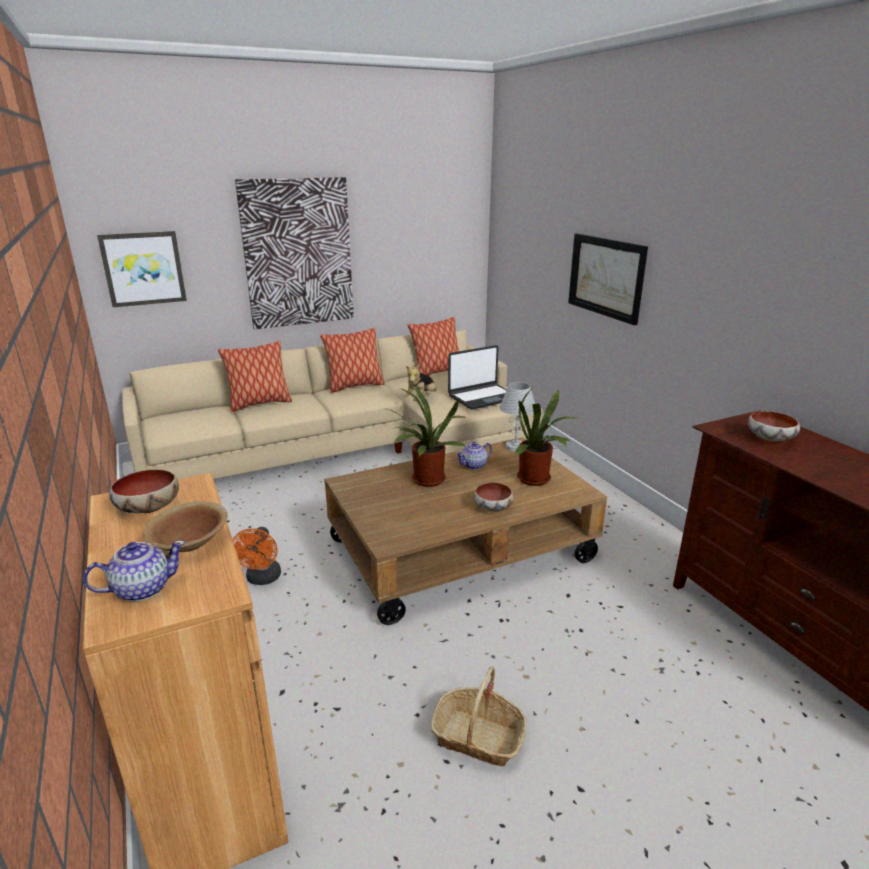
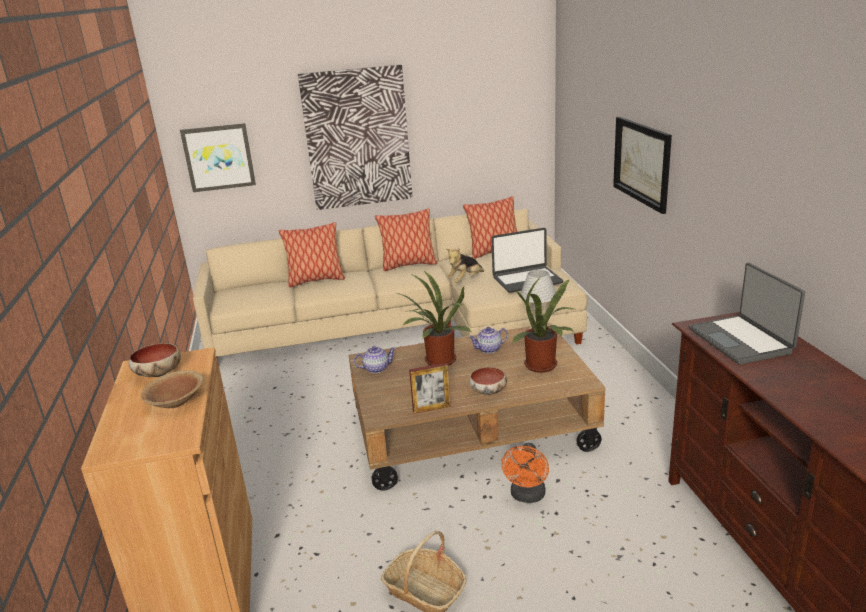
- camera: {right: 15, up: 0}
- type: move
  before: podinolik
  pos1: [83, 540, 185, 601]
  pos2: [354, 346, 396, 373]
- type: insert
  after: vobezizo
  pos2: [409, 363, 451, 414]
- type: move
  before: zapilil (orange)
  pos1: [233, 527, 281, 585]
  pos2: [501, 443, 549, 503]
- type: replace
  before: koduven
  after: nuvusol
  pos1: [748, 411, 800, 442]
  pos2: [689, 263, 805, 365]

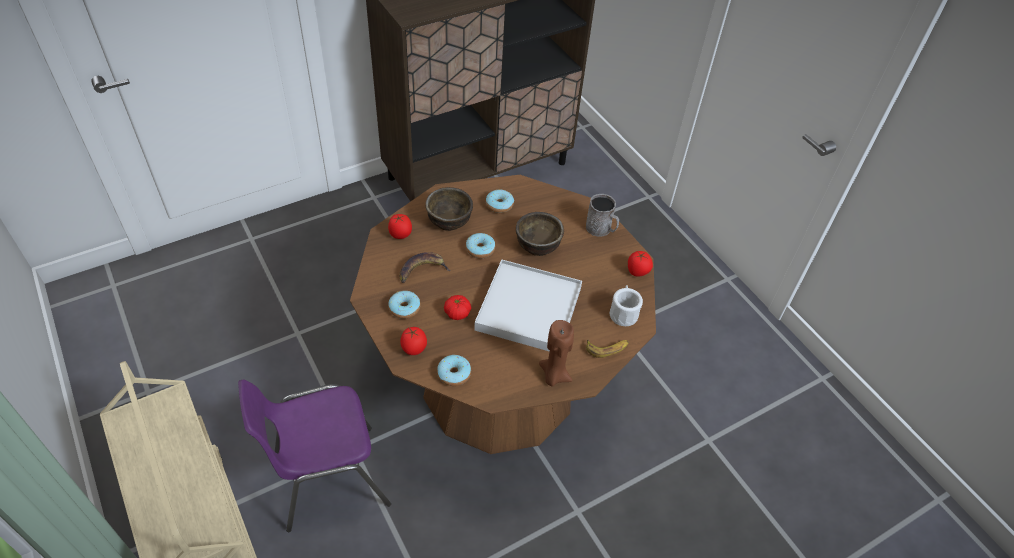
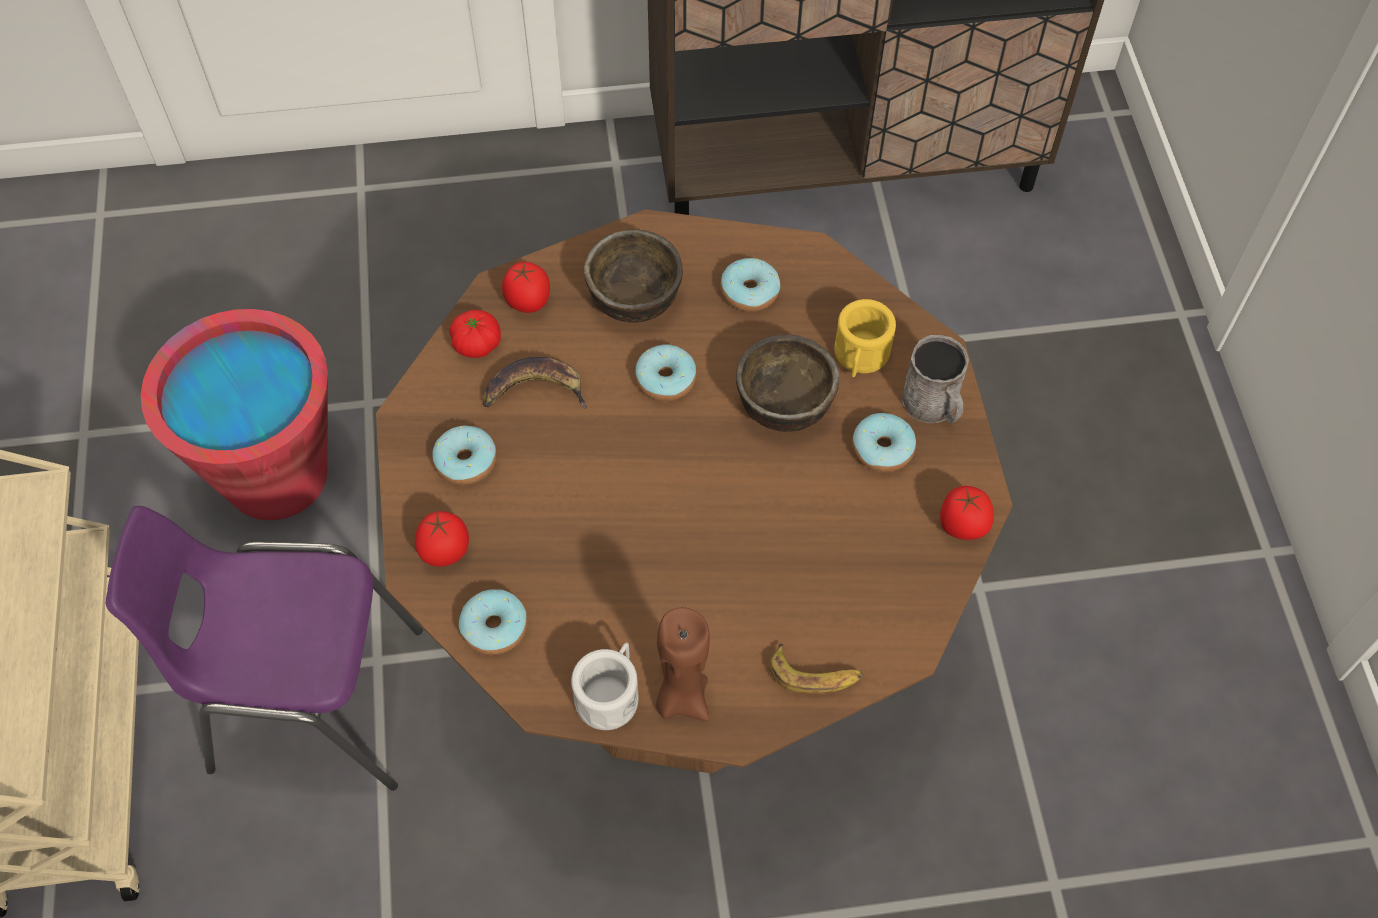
- camera: {right: 25, up: 10}
- type: insert
  after: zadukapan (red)
  pos2: [141, 309, 328, 520]
- type: move
  before: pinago
  pos1: [444, 295, 471, 320]
  pos2: [449, 310, 501, 358]
- type: move
  before: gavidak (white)
  pos1: [610, 285, 643, 326]
  pos2: [571, 643, 638, 730]
- type: insert
  after: gavidak (yellow)
  pos2: [834, 299, 896, 377]
- type: insert
  after: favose
  pos2: [852, 413, 916, 472]
- type: delete
  before: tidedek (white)
  pos1: [474, 259, 582, 352]

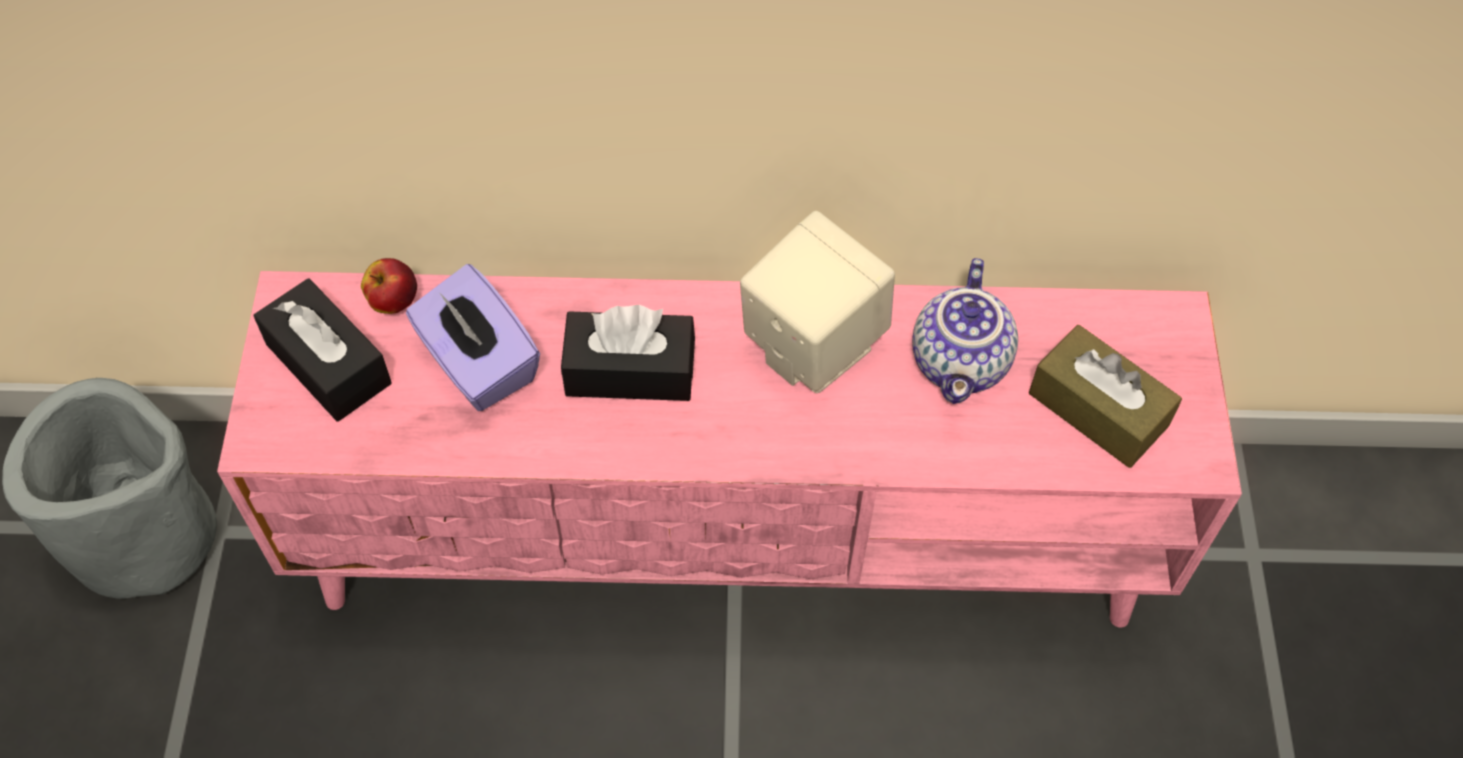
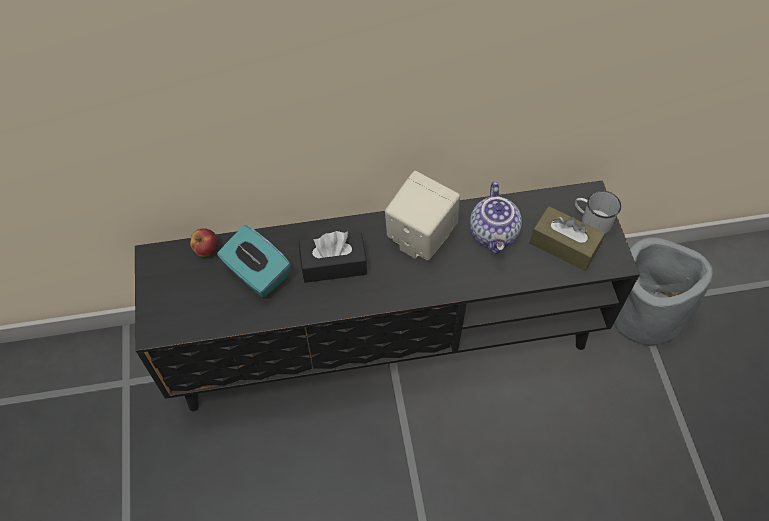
- camera: {right: -10, up: 0}
- type: recolor
  before: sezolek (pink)
  after: sezolek (black)
  pos1: [217, 271, 1242, 628]
  pos2: [135, 180, 640, 411]
- type: recolor
  before: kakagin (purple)
  after: kakagin (turquoise)
  pos1: [406, 264, 540, 411]
  pos2: [217, 225, 291, 298]
- type: insert
  after: gavidak (white)
  pos2: [575, 190, 621, 234]
- type: move
  before: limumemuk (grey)
  pos1: [2, 378, 217, 599]
  pos2: [614, 237, 713, 346]
- type: delete
  before: kakagin (black)
  pos1: [253, 278, 392, 421]

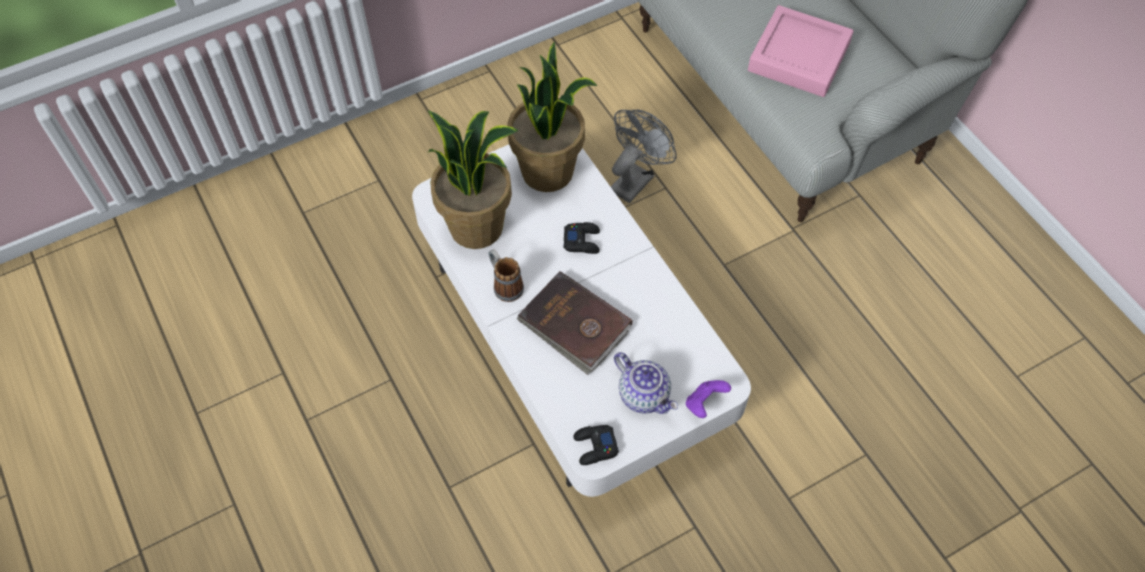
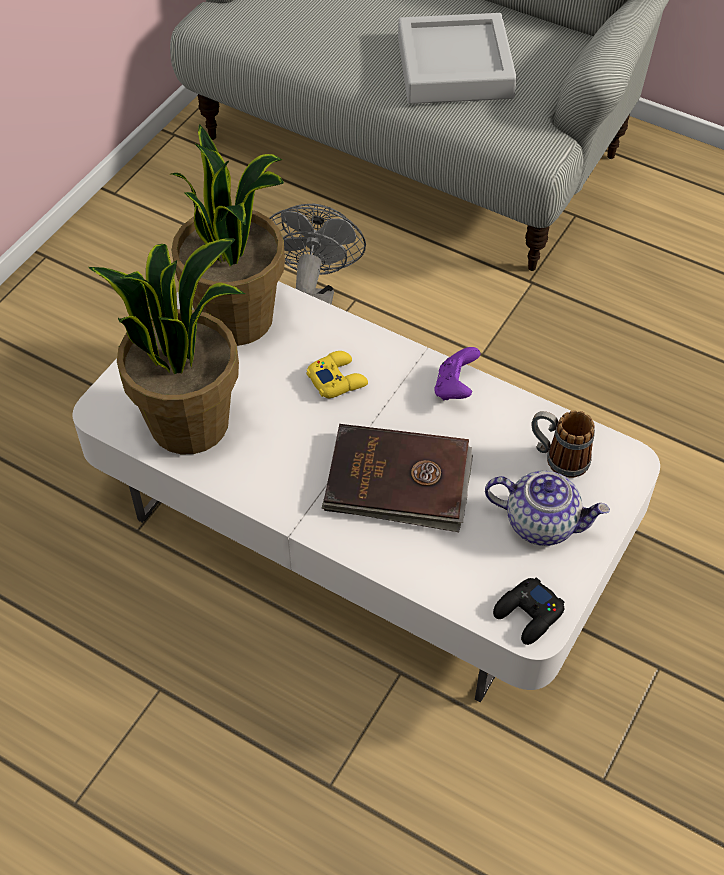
- camera: {right: -30, up: -5}
- type: recolor
  before: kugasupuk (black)
  after: kugasupuk (yellow)
  pos1: [564, 222, 600, 254]
  pos2: [306, 351, 368, 398]
- type: recolor
  before: tidedek (pink)
  after: tidedek (grey)
  pos1: [748, 5, 854, 97]
  pos2: [398, 13, 517, 104]
- type: move
  before: kugasupuk (purple)
  pos1: [686, 380, 731, 418]
  pos2: [434, 347, 480, 400]
- type: move
  before: gavidak
  pos1: [489, 249, 524, 302]
  pos2: [532, 410, 595, 478]

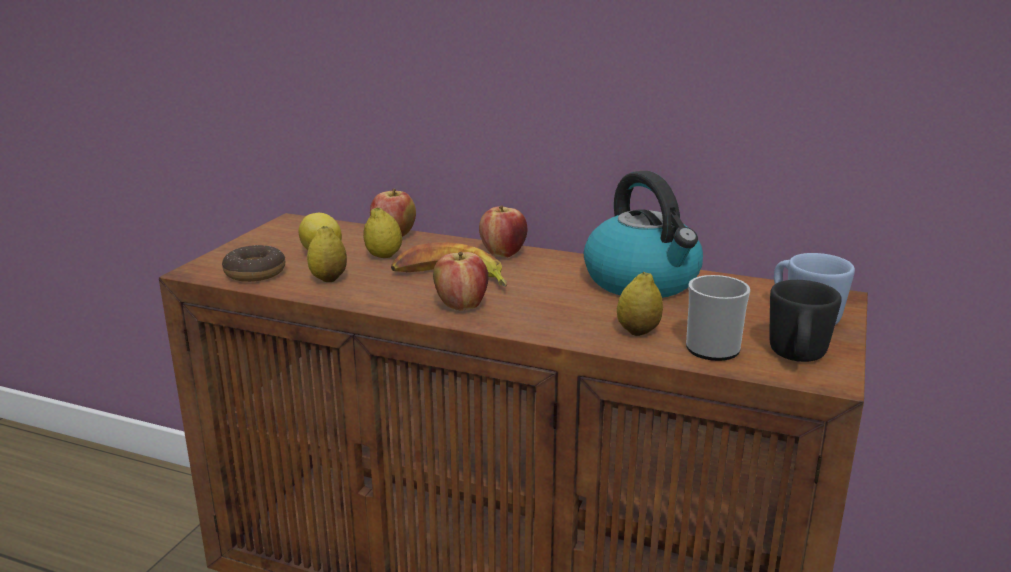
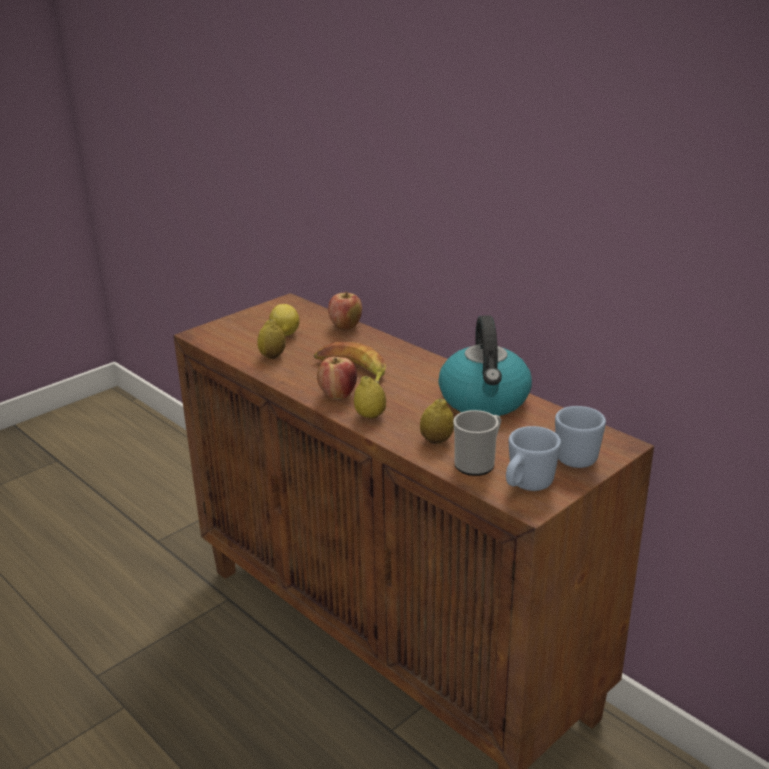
- camera: {right: 25, up: 5}
- type: move
  before: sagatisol
  pos1: [363, 208, 402, 258]
  pos2: [354, 376, 386, 419]
- type: recolor
  before: gavidak (black)
  after: gavidak (blue)
  pos1: [769, 280, 842, 362]
  pos2: [506, 426, 561, 491]
- type: delete
  before: favose
  pos1: [222, 245, 285, 282]
- type: delete
  before: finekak
  pos1: [479, 205, 527, 258]

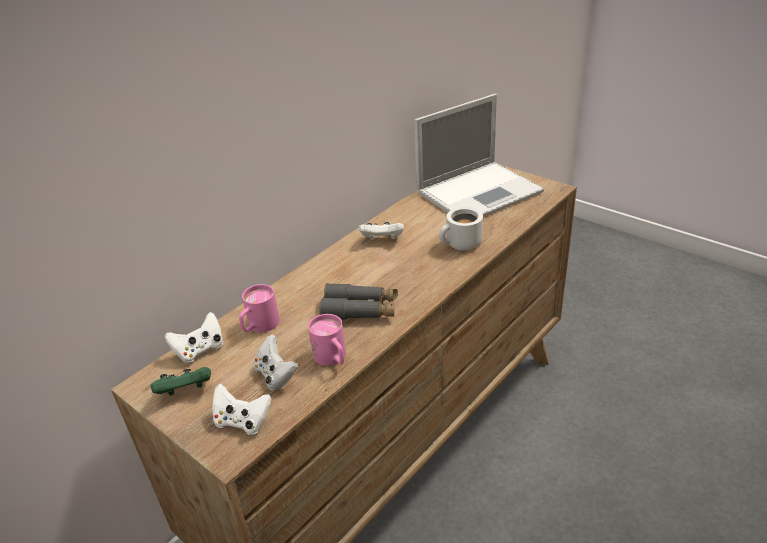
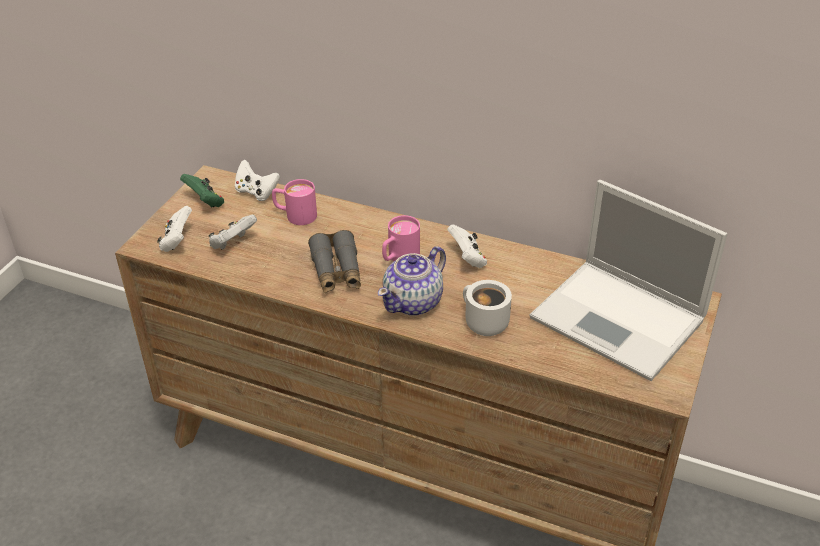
- camera: {right: 70, up: 5}
- type: insert
  after: podinolik
  pos2: [378, 246, 446, 316]
- type: move
  before: gavidak (pink)
  pos1: [308, 314, 346, 366]
  pos2: [382, 215, 420, 261]

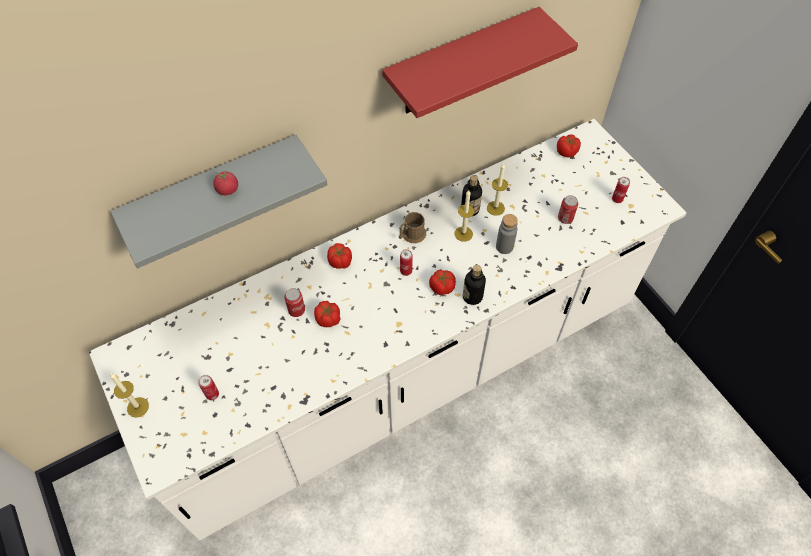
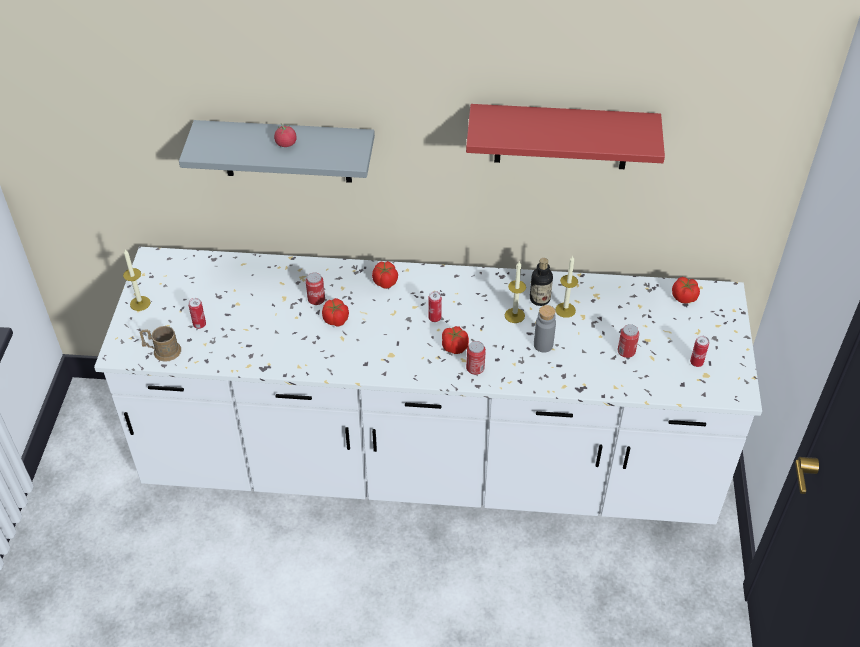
- camera: {right: 35, up: -10}
- type: move
  before: gavidak (brown)
  pos1: [399, 212, 426, 243]
  pos2: [140, 326, 181, 362]
- type: replace
  before: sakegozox
  after: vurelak
  pos1: [463, 265, 486, 305]
  pos2: [466, 341, 486, 375]

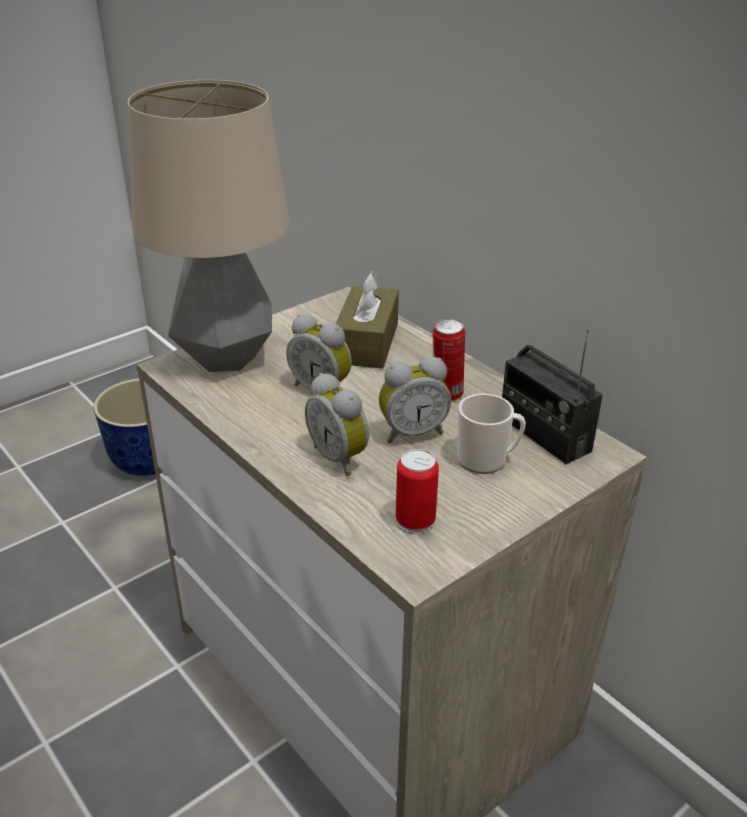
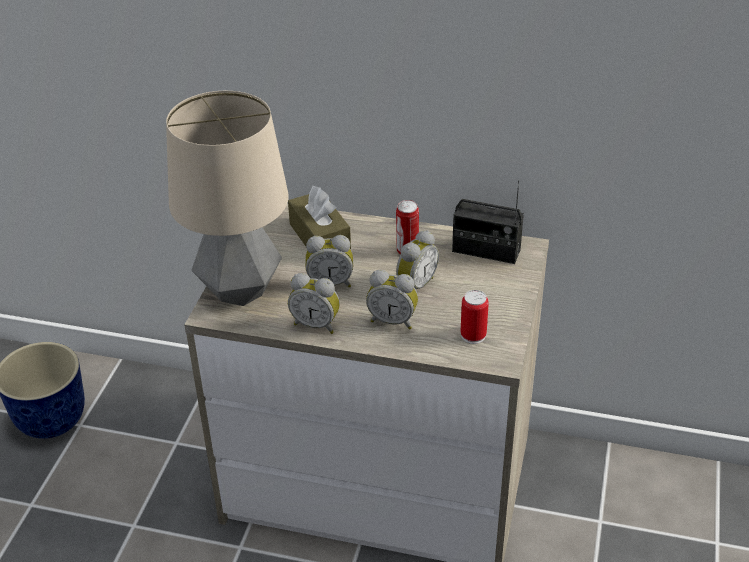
- camera: {right: -35, up: 5}
- type: insert
  after: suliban
  pos2: [288, 273, 340, 334]
- type: delete
  before: gavidak
  pos1: [457, 394, 526, 474]

